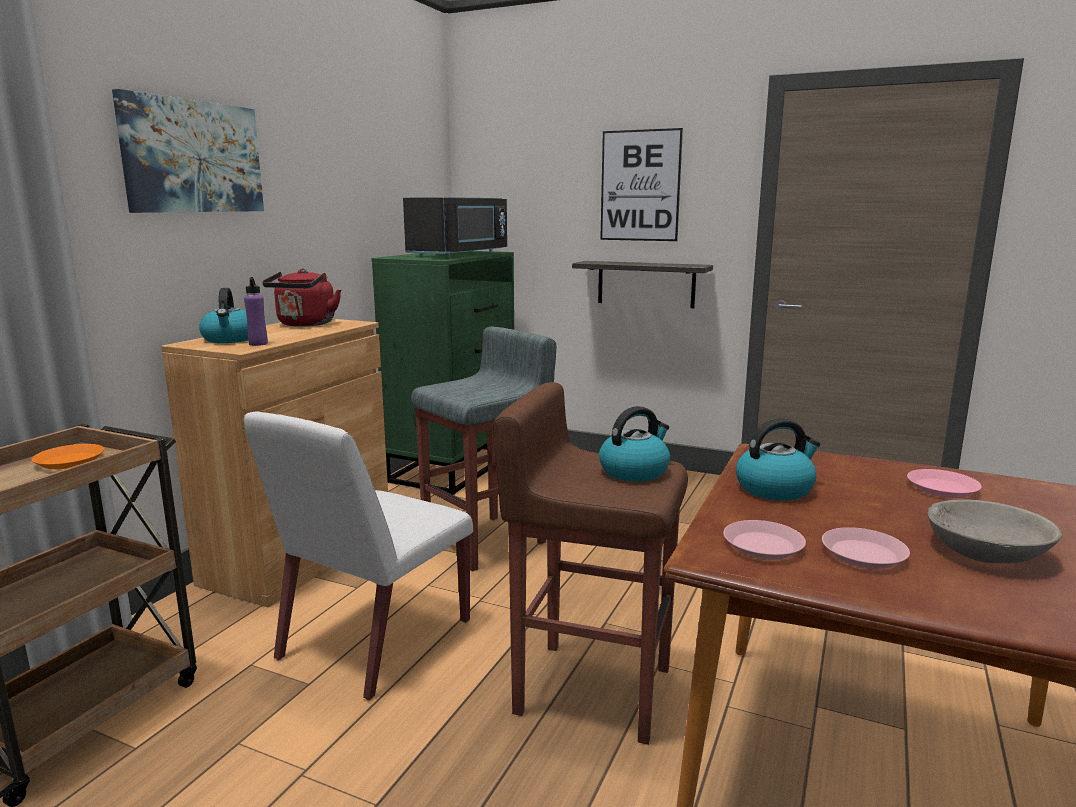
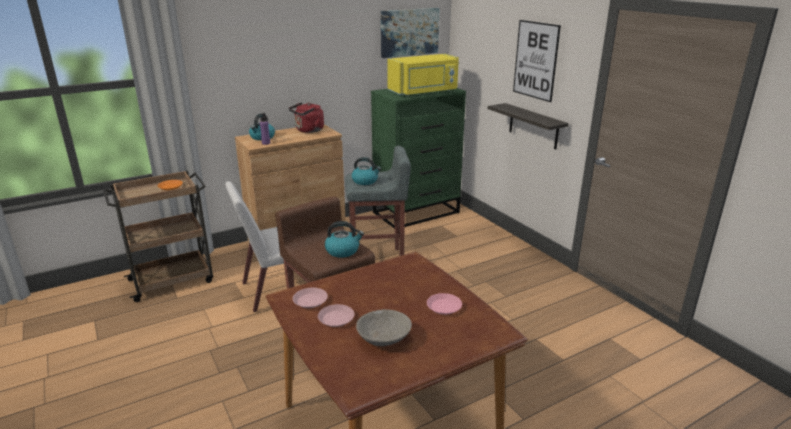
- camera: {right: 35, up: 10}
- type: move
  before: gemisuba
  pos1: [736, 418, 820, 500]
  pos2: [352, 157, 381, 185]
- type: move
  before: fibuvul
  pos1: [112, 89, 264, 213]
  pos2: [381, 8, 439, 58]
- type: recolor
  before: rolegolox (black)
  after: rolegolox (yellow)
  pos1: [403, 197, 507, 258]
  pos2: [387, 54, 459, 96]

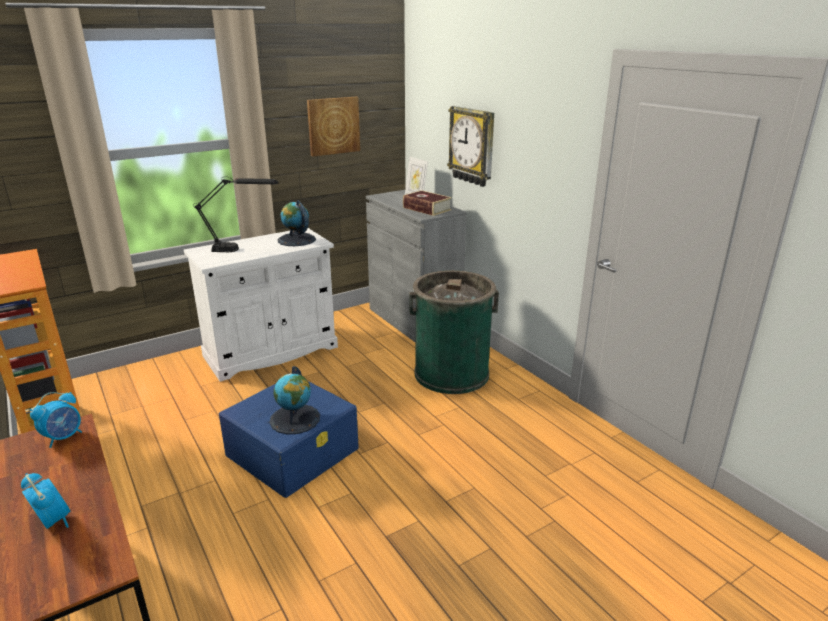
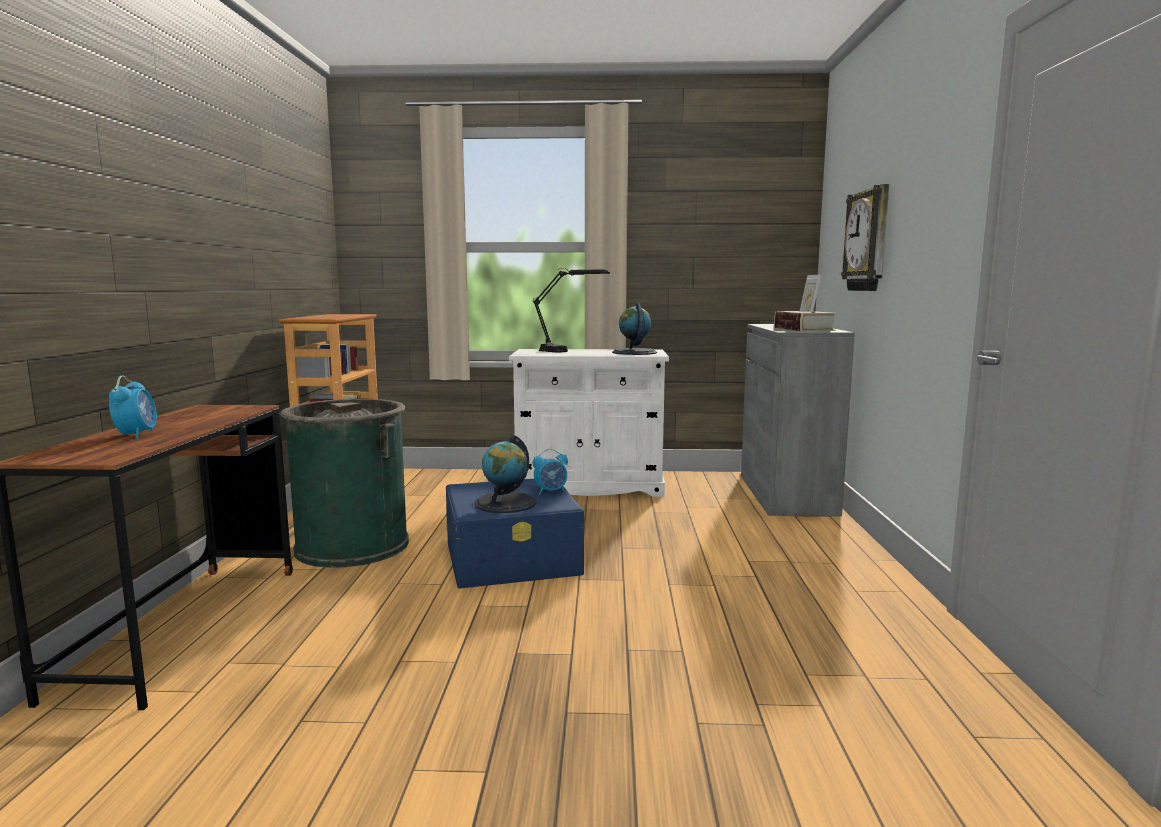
- camera: {right: 35, up: -15}
- type: move
  before: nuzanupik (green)
  pos1: [409, 270, 499, 394]
  pos2: [280, 399, 409, 568]
- type: move
  before: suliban
  pos1: [30, 392, 82, 448]
  pos2: [533, 449, 568, 495]
- type: delete
  before: fibuvul
  pos1: [307, 97, 360, 156]

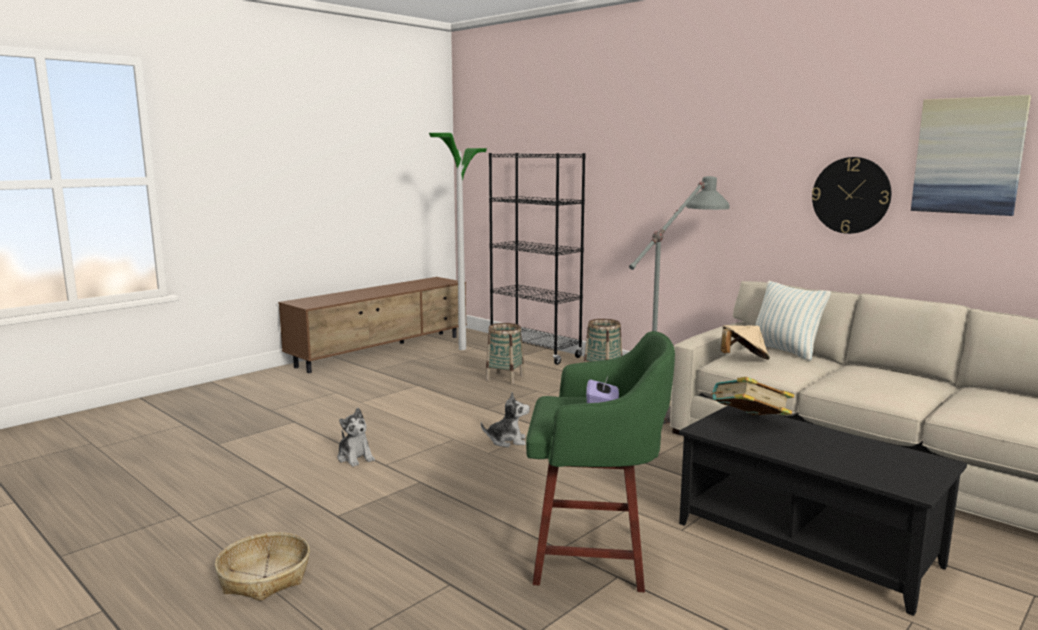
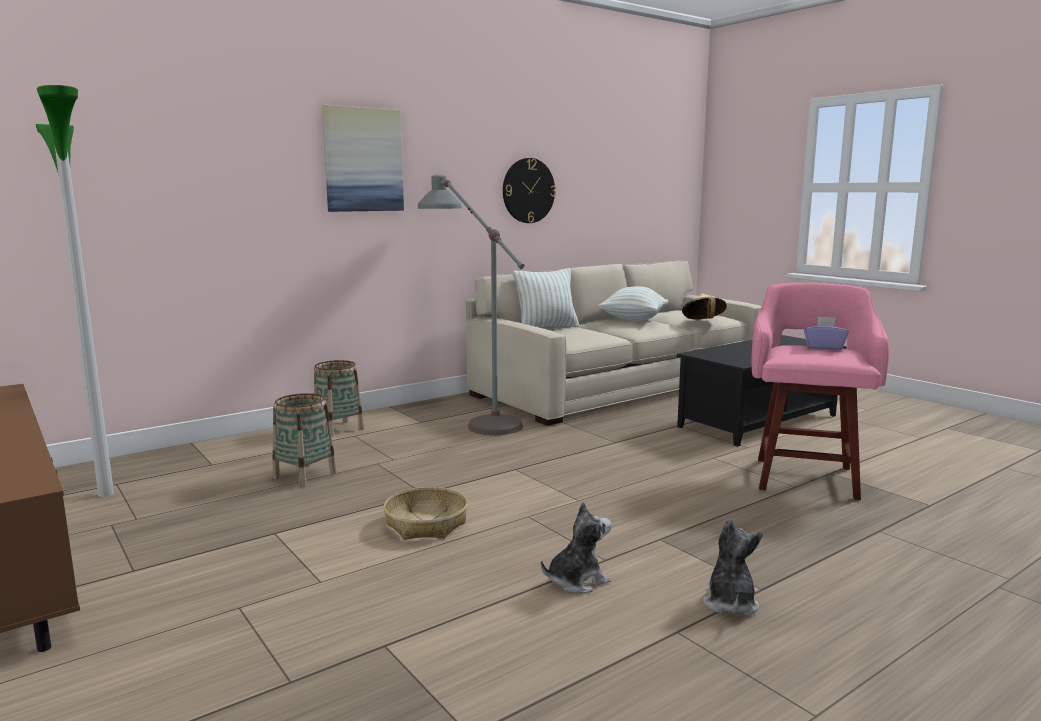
- camera: {right: -80, up: 0}
- type: move
  before: fibuvul
  pos1: [911, 95, 1031, 216]
  pos2: [322, 105, 404, 212]
- type: move
  before: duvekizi
  pos1: [215, 532, 310, 601]
  pos2: [383, 487, 468, 540]
- type: insert
  after: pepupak
  pos2: [598, 286, 668, 321]
- type: move
  before: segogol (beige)
  pos1: [721, 325, 770, 360]
  pos2: [682, 294, 727, 320]
- type: move
  before: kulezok
  pos1: [481, 392, 530, 447]
  pos2: [703, 519, 763, 615]
- type: recolor
  before: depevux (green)
  after: depevux (pink)
  pos1: [526, 331, 675, 592]
  pos2: [752, 283, 889, 500]
- type: delete
  before: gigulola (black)
  pos1: [489, 153, 586, 365]
- type: delete
  before: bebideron
  pos1: [711, 377, 794, 415]

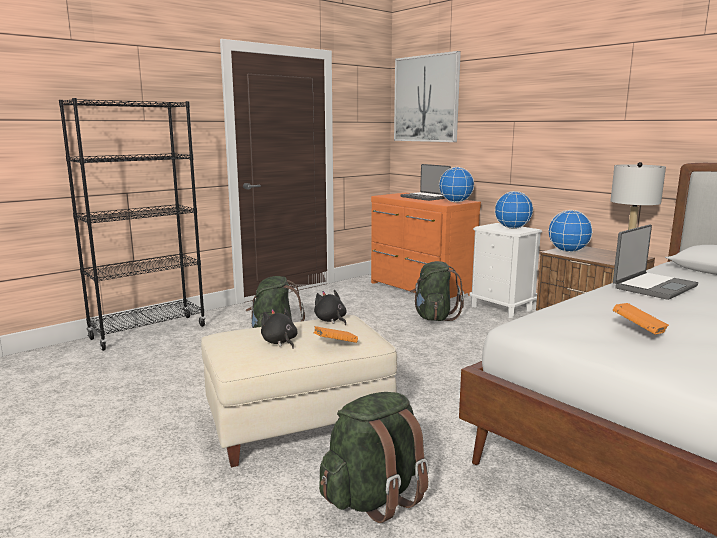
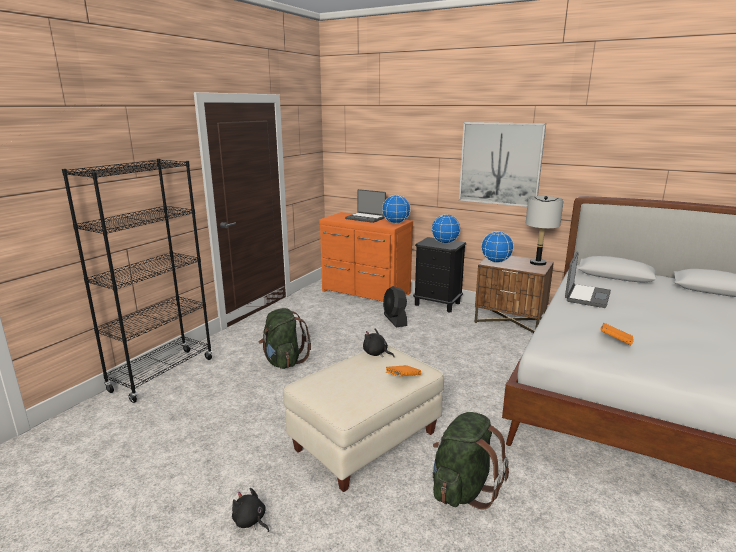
- camera: {right: -20, up: 5}
- type: move
  before: kulezok (black)
  pos1: [261, 308, 298, 349]
  pos2: [232, 488, 269, 532]
- type: replace
  before: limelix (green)
  after: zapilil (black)
  pos1: [410, 261, 464, 321]
  pos2: [383, 286, 407, 327]
- type: recolor
  before: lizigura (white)
  after: lizigura (black)
  pos1: [469, 223, 543, 318]
  pos2: [413, 237, 467, 313]
- type: move
  before: fibuvul
  pos1: [394, 51, 461, 142]
  pos2: [459, 122, 546, 207]

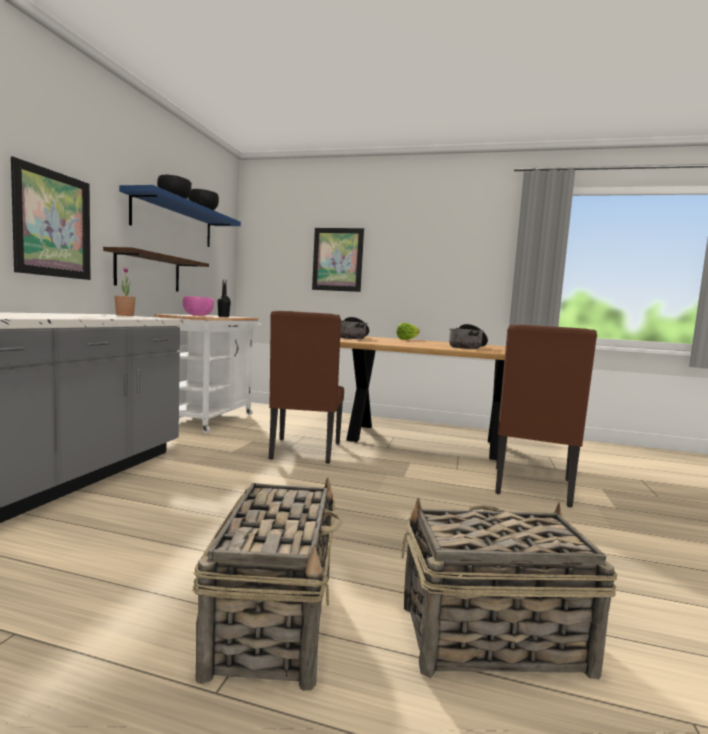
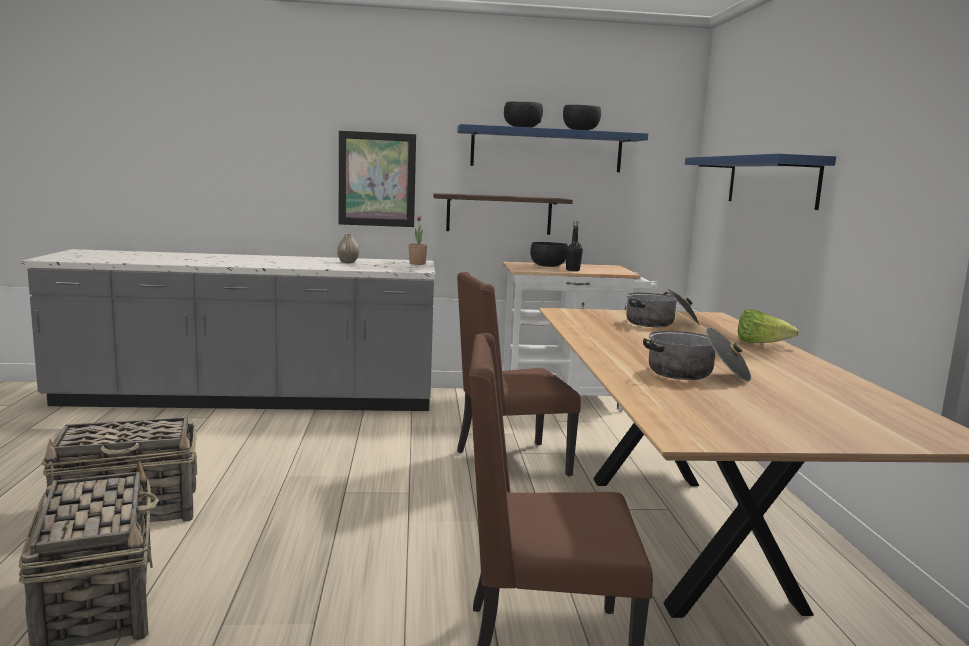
- camera: {right: 70, up: 5}
- type: insert
  after: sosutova
  pos2: [337, 234, 359, 263]
- type: recolor
  before: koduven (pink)
  after: koduven (black)
  pos1: [183, 296, 214, 316]
  pos2: [530, 242, 568, 267]
- type: replace
  before: fibuvul
  after: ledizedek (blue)
  pos1: [312, 228, 364, 292]
  pos2: [685, 153, 836, 210]

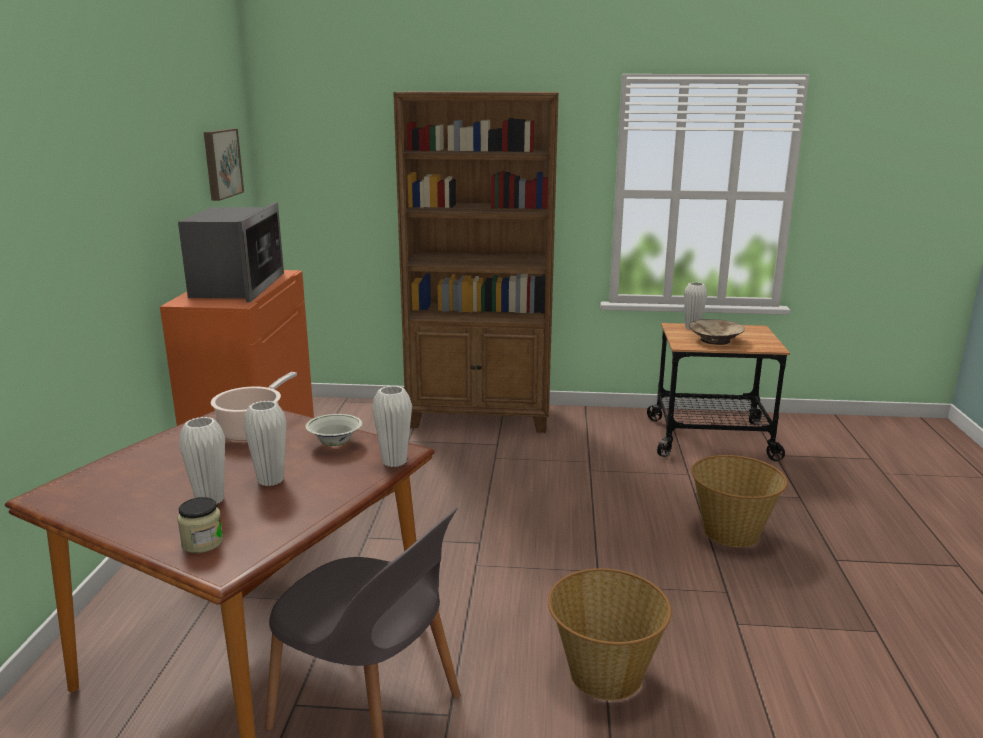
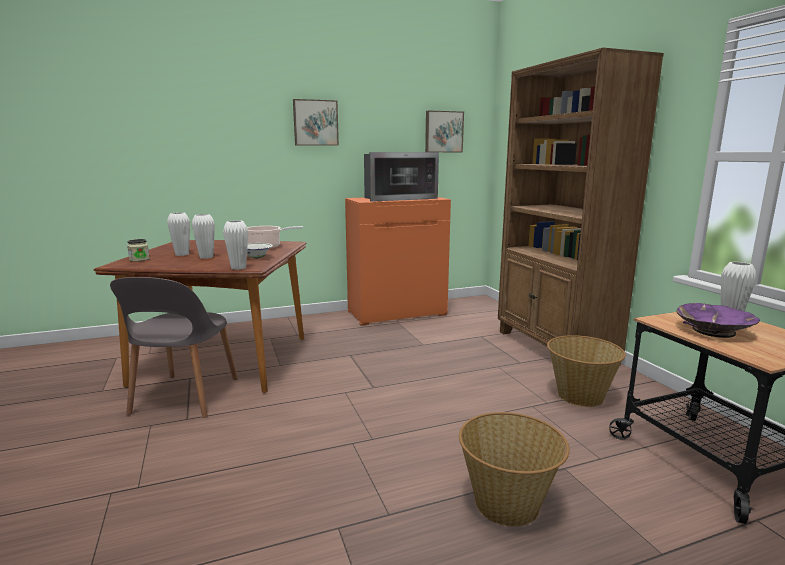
- camera: {right: 65, up: -5}
- type: insert
  after: fibuvul
  pos2: [293, 99, 339, 146]
- type: move
  before: duvekizi
  pos1: [548, 568, 672, 700]
  pos2: [547, 335, 626, 407]
- type: recolor
  before: koduven (beige)
  after: koduven (purple)
  pos1: [689, 319, 745, 345]
  pos2: [676, 303, 760, 338]

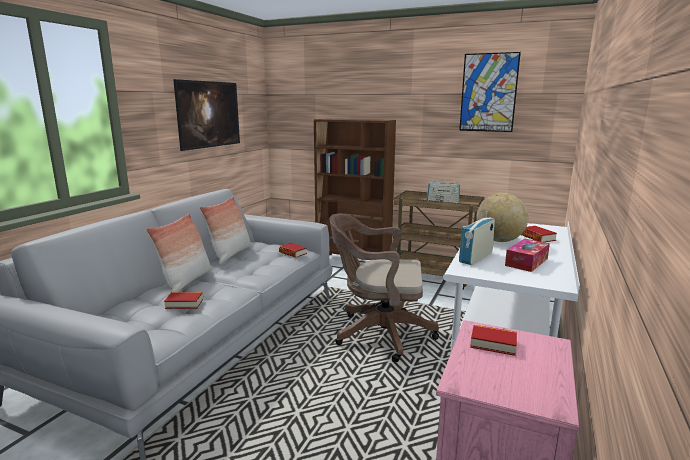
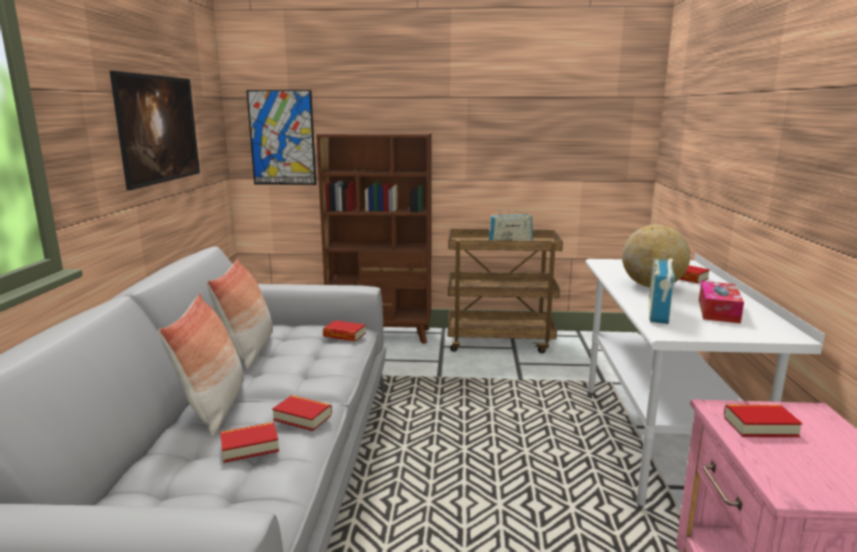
- camera: {right: -20, up: 0}
- type: move
  before: fibuvul
  pos1: [459, 52, 521, 132]
  pos2: [246, 90, 316, 185]
- type: insert
  after: bebideron
  pos2: [272, 395, 332, 431]
- type: delete
  before: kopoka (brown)
  pos1: [330, 214, 439, 362]

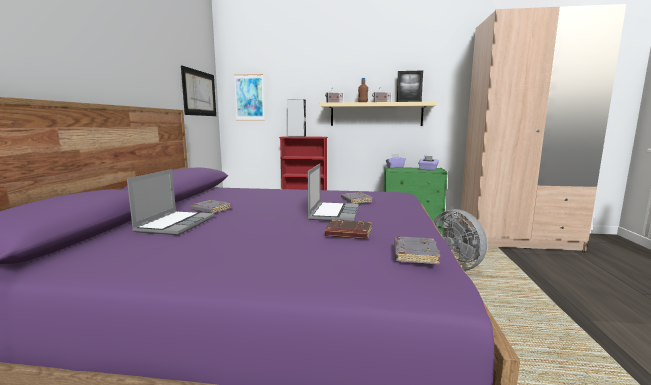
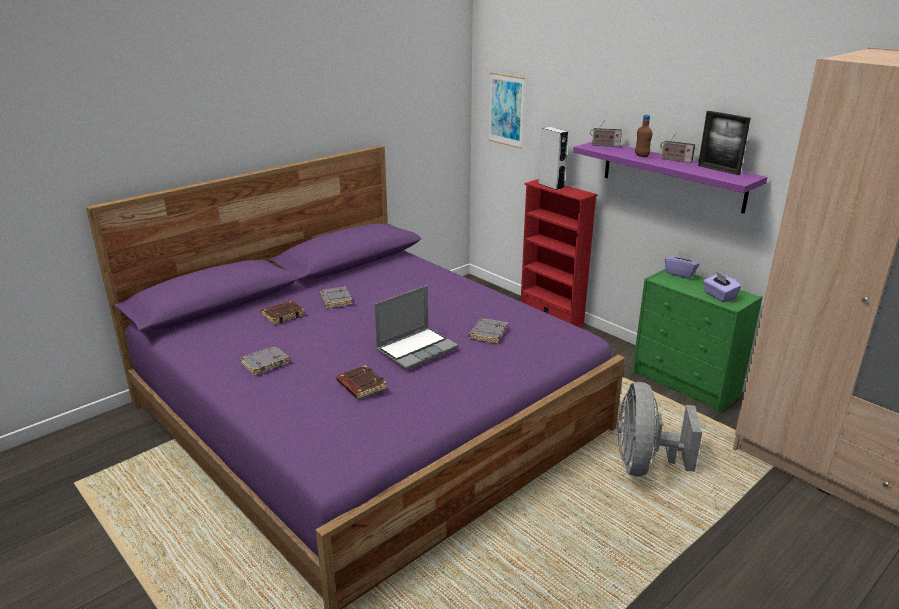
- camera: {right: 40, up: 15}
- type: move
  before: bebideron (grey)
  pos1: [394, 237, 440, 264]
  pos2: [240, 346, 290, 376]
- type: replace
  before: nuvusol
  after: bebideron (brown)
  pos1: [127, 169, 214, 235]
  pos2: [261, 301, 305, 324]
- type: recolor
  before: ledizedek (beige)
  after: ledizedek (purple)
  pos1: [320, 102, 437, 126]
  pos2: [573, 142, 767, 213]
- type: delete
  before: fibuvul
  pos1: [181, 65, 216, 116]

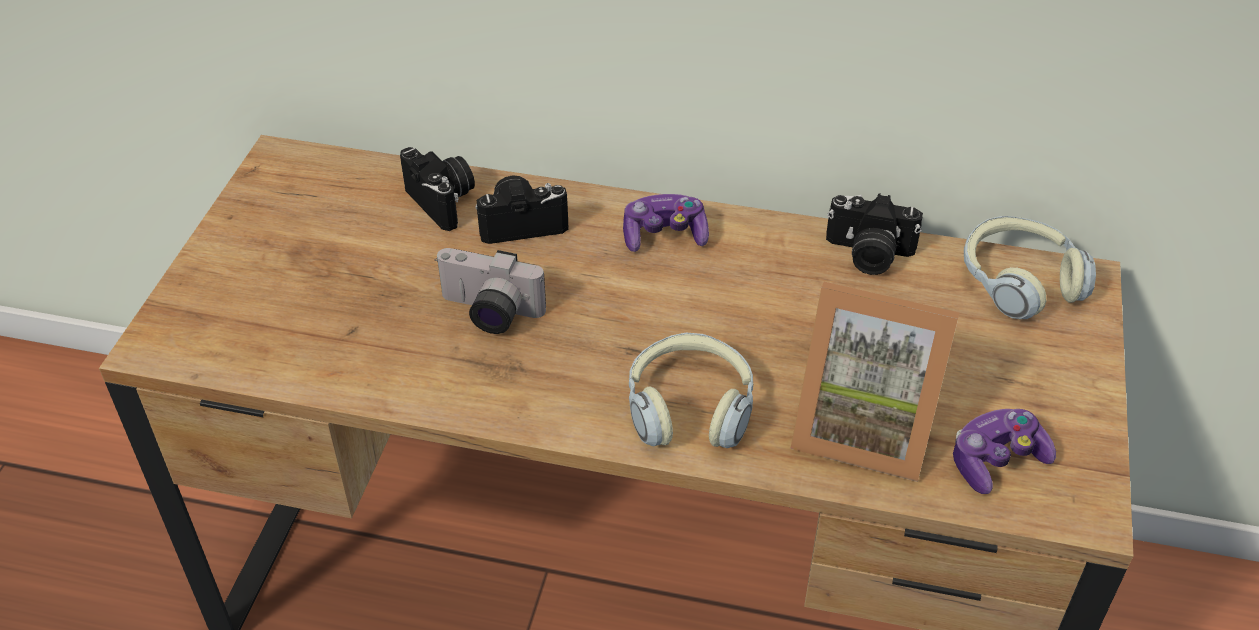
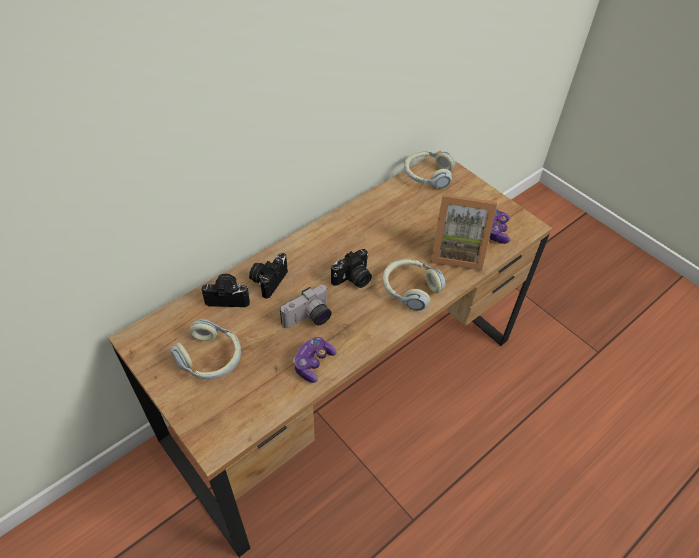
- camera: {right: -55, up: 5}
- type: insert
  after: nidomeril
  pos2: [171, 319, 241, 379]
- type: move
  before: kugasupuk
  pos1: [623, 194, 709, 252]
  pos2: [293, 337, 337, 383]
- type: move
  before: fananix
  pos1: [826, 193, 923, 275]
  pos2: [331, 249, 372, 288]
- type: rotate
  before: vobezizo
  pos1: [790, 282, 959, 482]
  pos2: [431, 194, 497, 271]
  turn: 45

